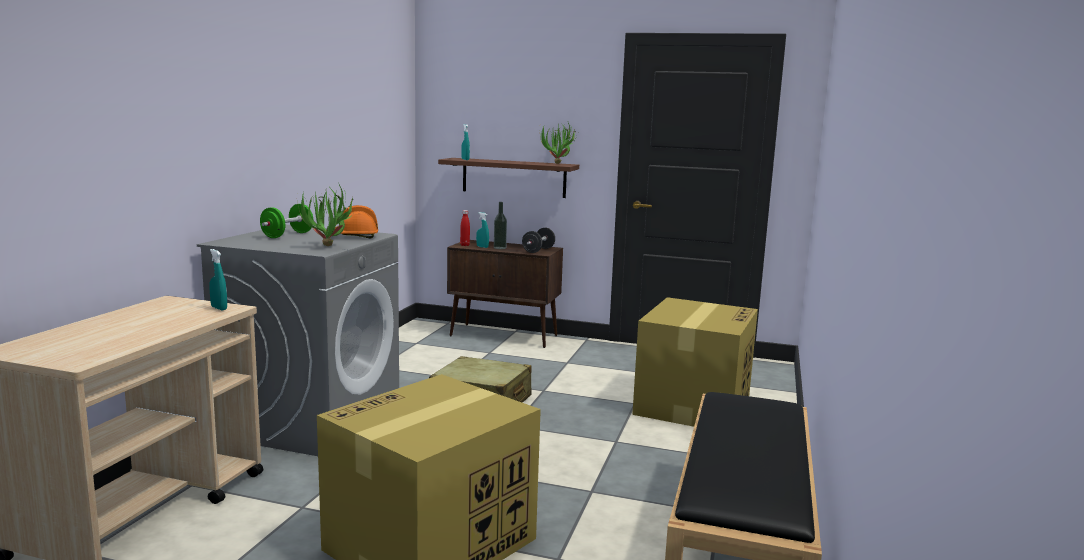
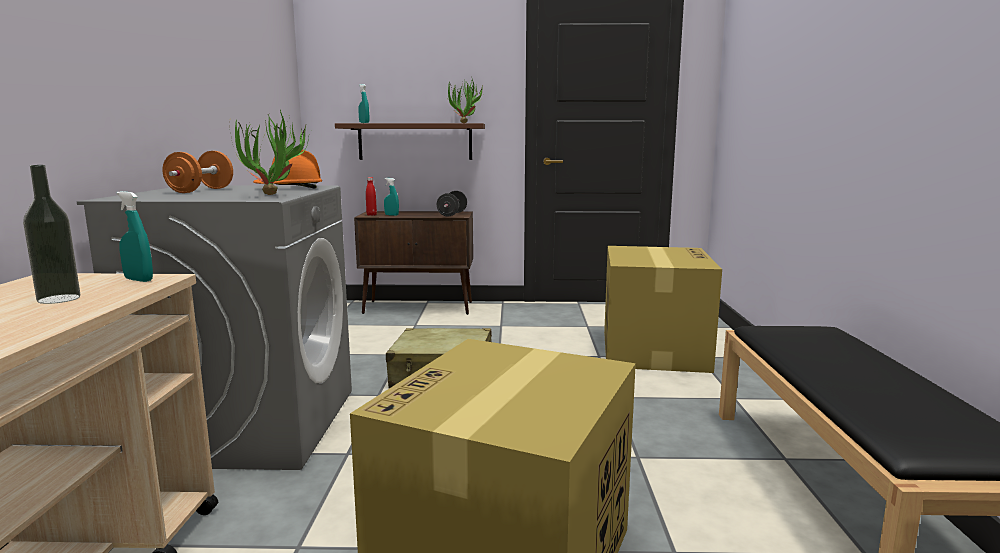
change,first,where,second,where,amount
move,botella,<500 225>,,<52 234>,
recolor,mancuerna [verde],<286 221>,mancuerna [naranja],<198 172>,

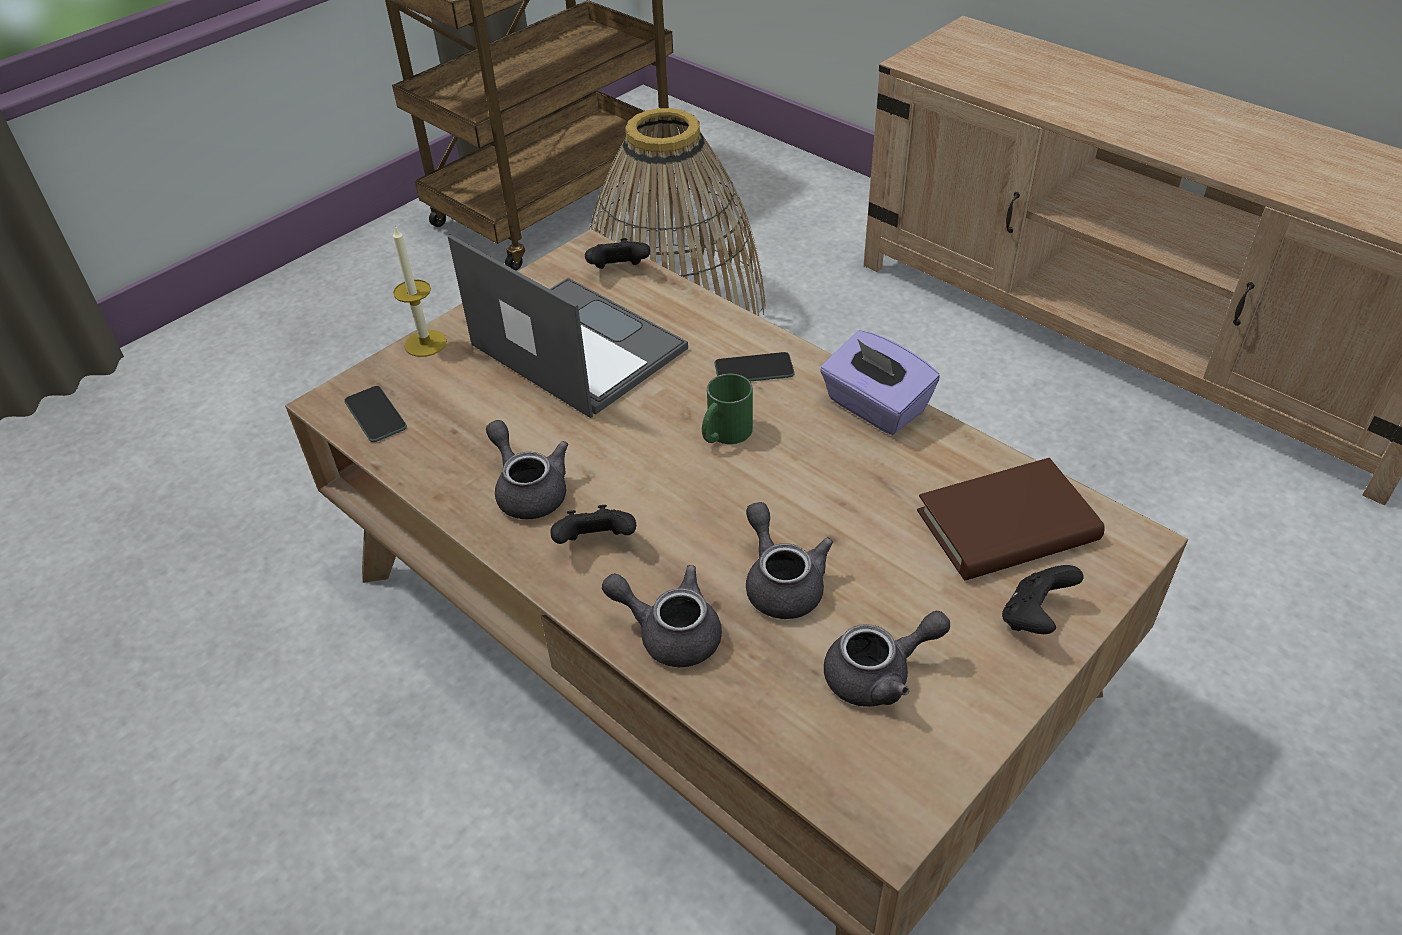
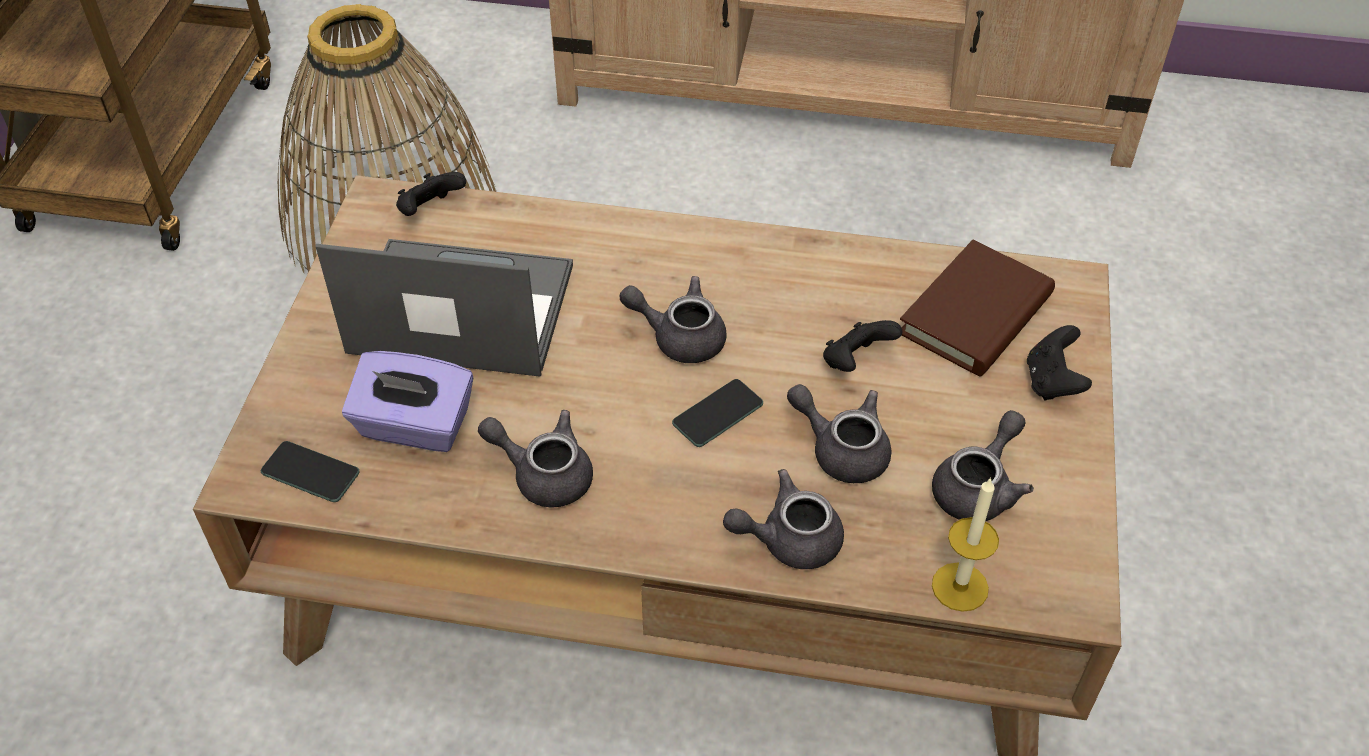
change,first,where,second,where,amount
move,vela,<420 291>,,<965 544>,
move,caja de pañuelos [morado],<880 382>,,<407 401>,
move,móvil,<755 366>,,<717 413>,
replace,taza grande [verde],<727 409>,tetera [gris],<673 319>,
move,mando de consola [negro],<593 524>,,<863 346>,

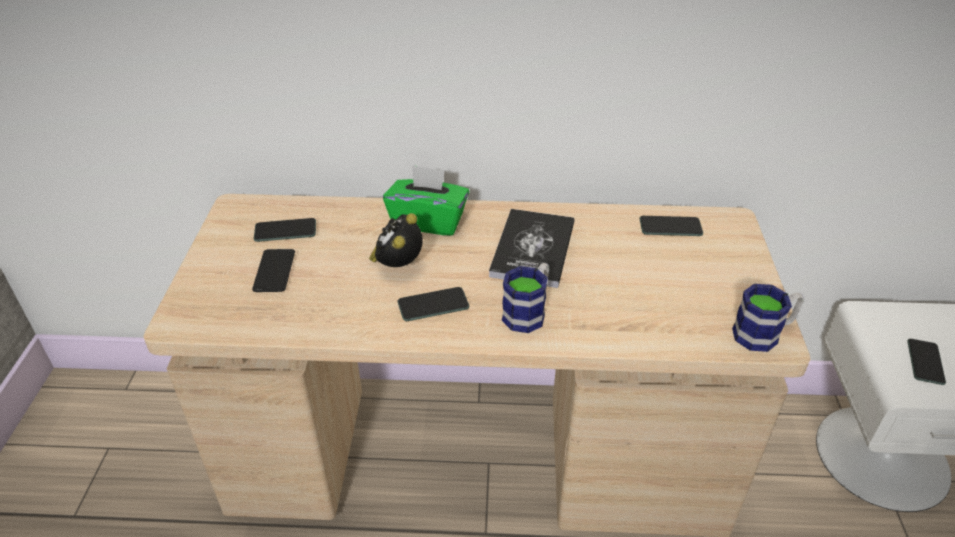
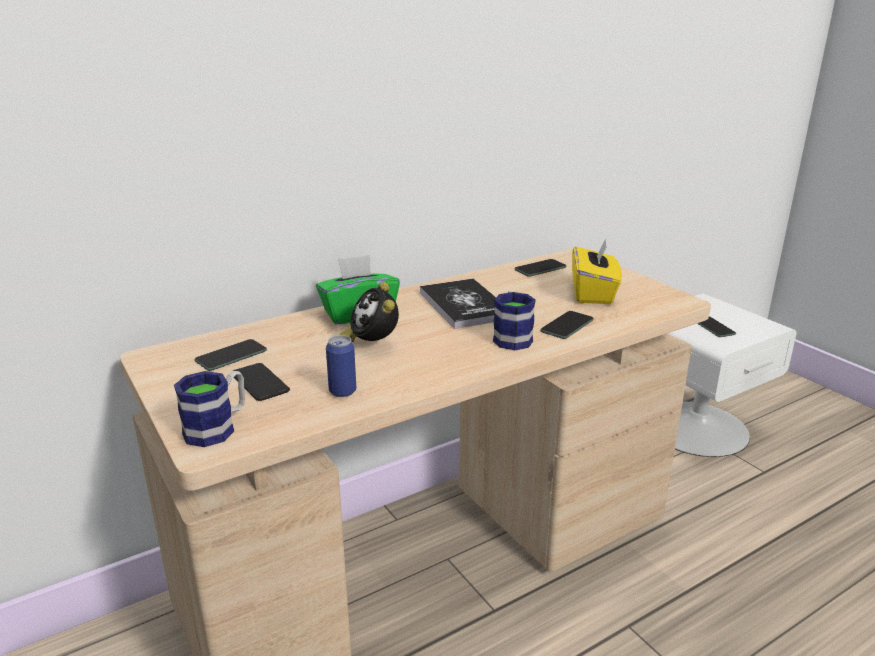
change,first,where,second,where,amount
move,taza grande,<768 318>,,<209 409>,
move,móvil,<433 304>,,<567 325>,
insert,,,caja de pañuelos [amarillo],<597 271>,
insert,,,lata,<341 366>,

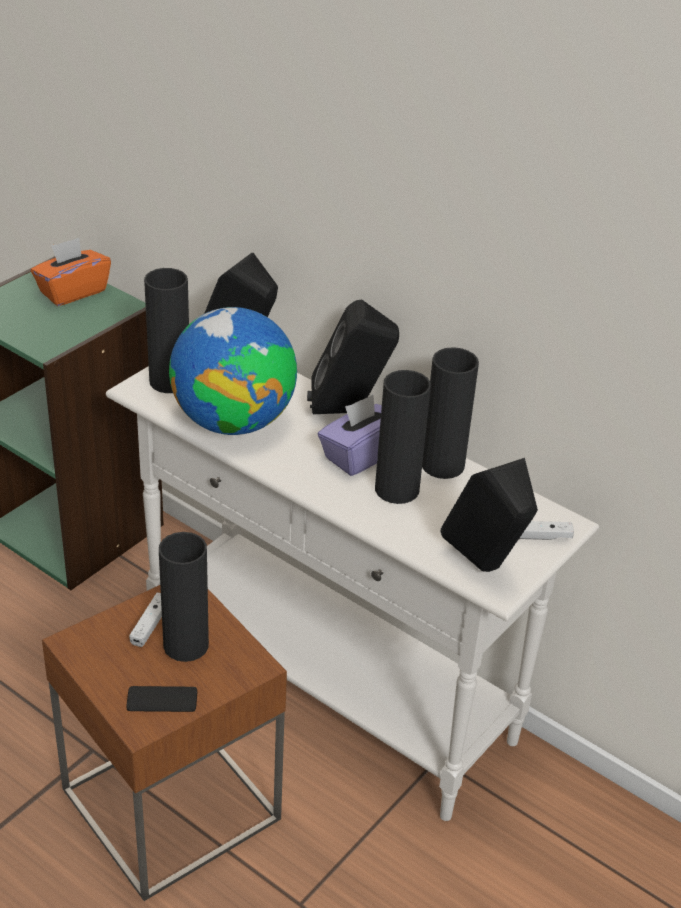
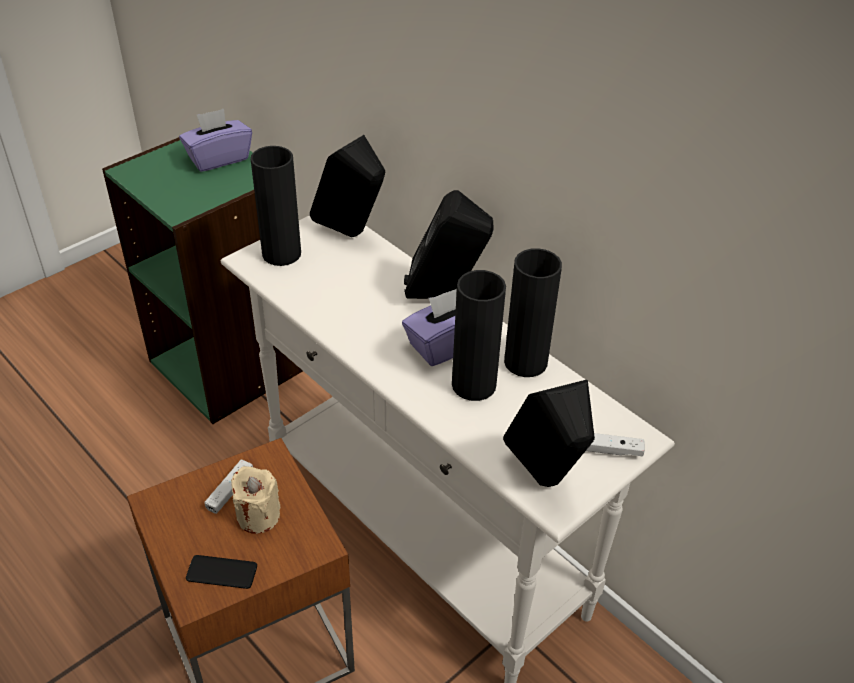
change,first,where,second,where,amount
recolor,caja de pañuelos [naranja],<71 272>,caja de pañuelos [morado],<215 140>,
delete,globo terráqueo,<233 371>,,,
replace,florero [negro],<184 597>,vela [beis],<256 500>,

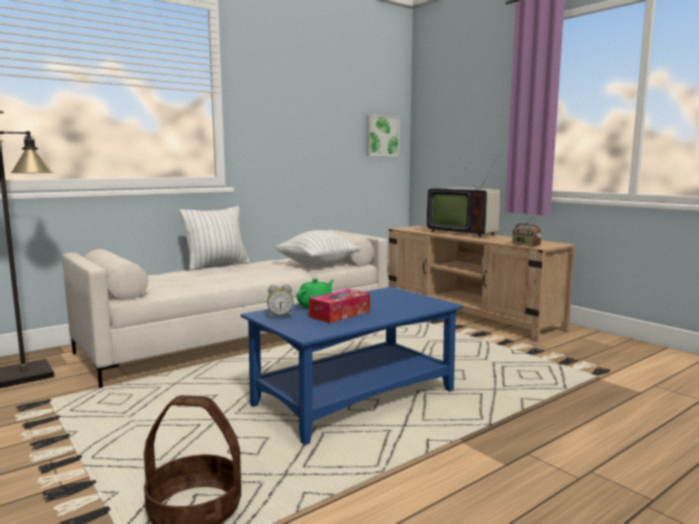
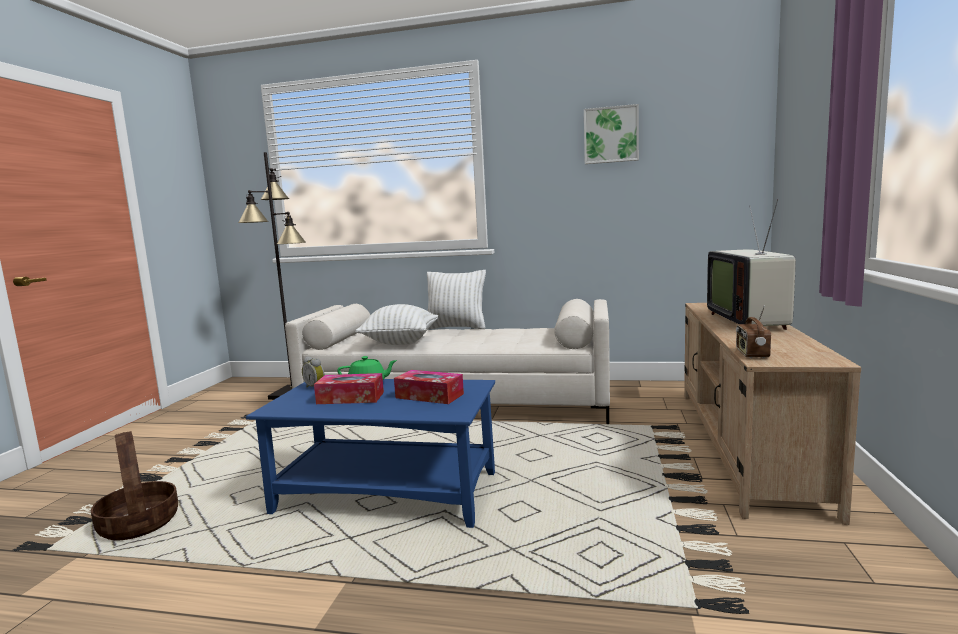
change,first,where,second,where,amount
move,cuadro,<383 135>,,<611 134>,
move,cojín [blanco],<317 248>,,<396 324>,
insert,,,caja de pañuelos,<429 387>,

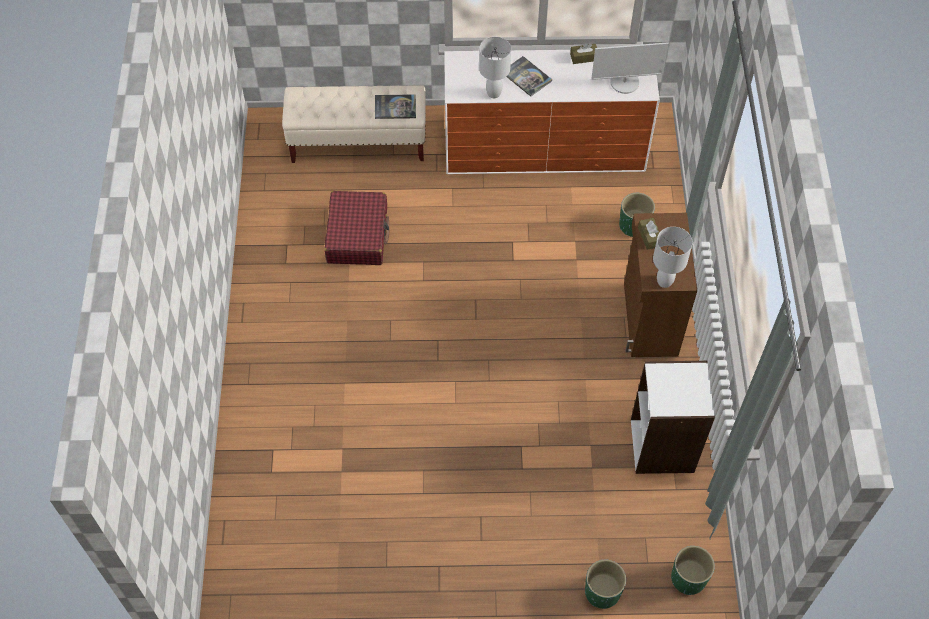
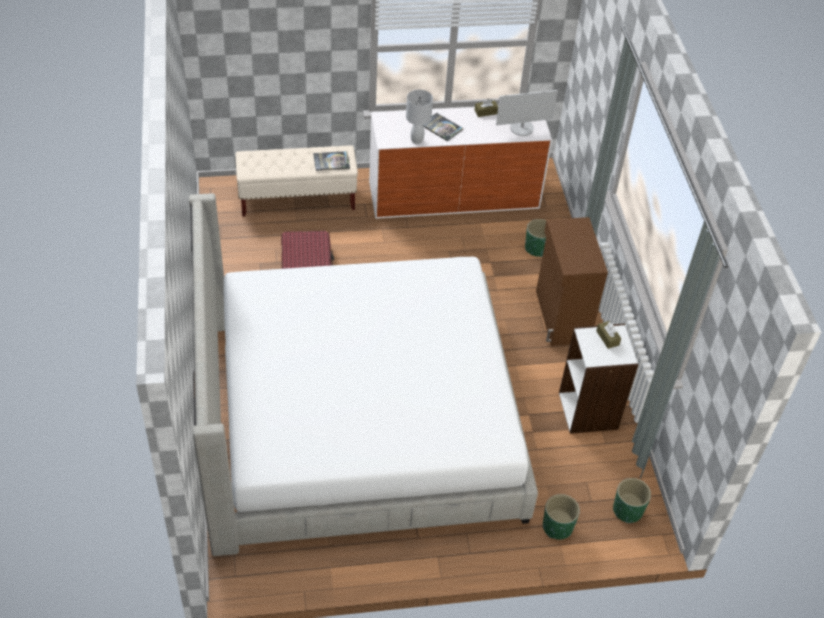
change,first,where,second,where,amount
move,caja de pañuelos [marrón],<649 234>,,<608 335>,
delete,lámpara de mesa [blanco],<673 257>,,,
insert,,,cama,<363 374>,

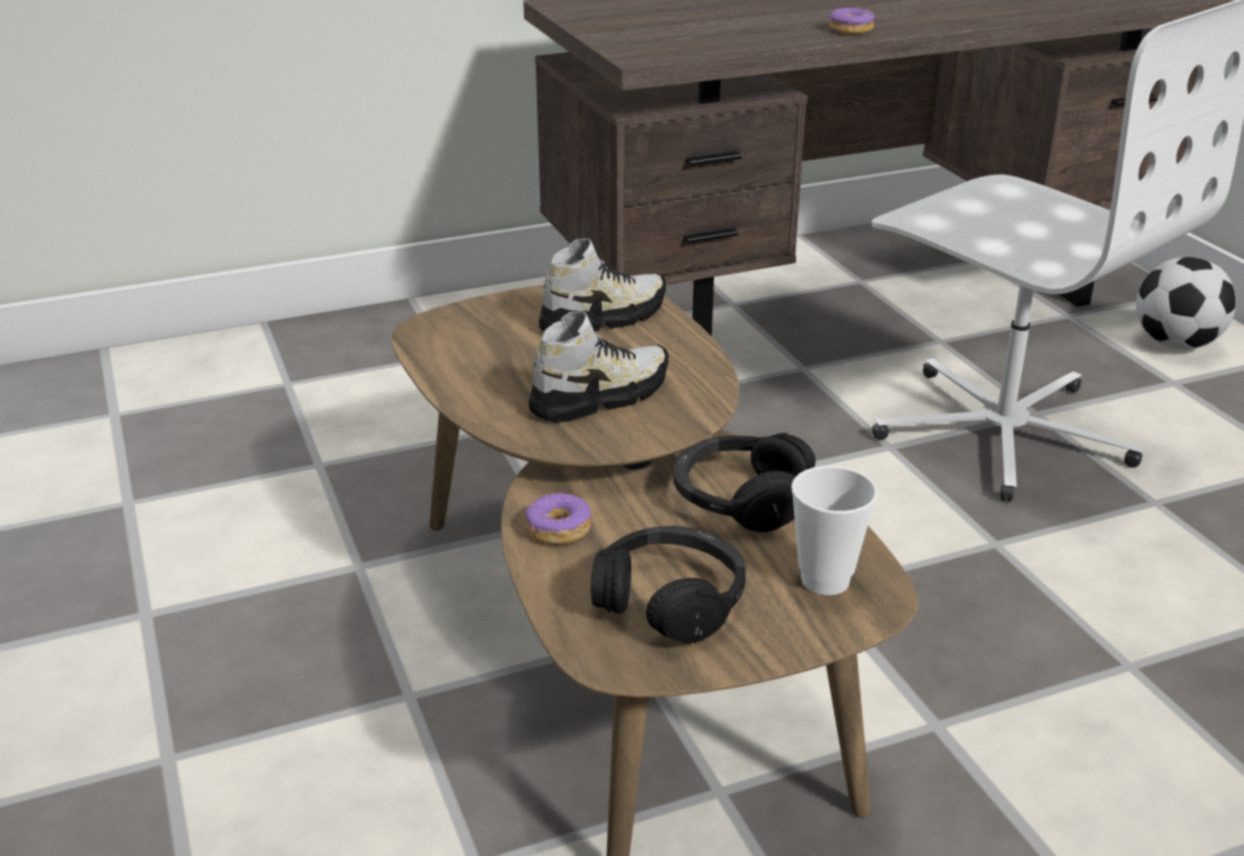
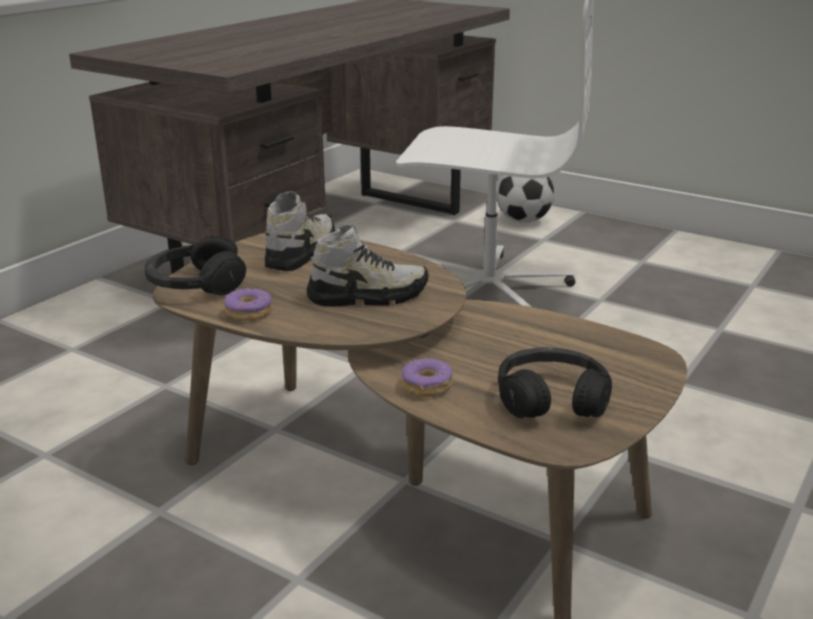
change,first,where,second,where,amount
move,rosquilla,<852 21>,,<248 304>,
rotate,zapato,<599 367>,,<368 265>,60 degrees clockwise
move,auriculares [negro],<744 482>,,<195 265>,
delete,taza,<834 530>,,,

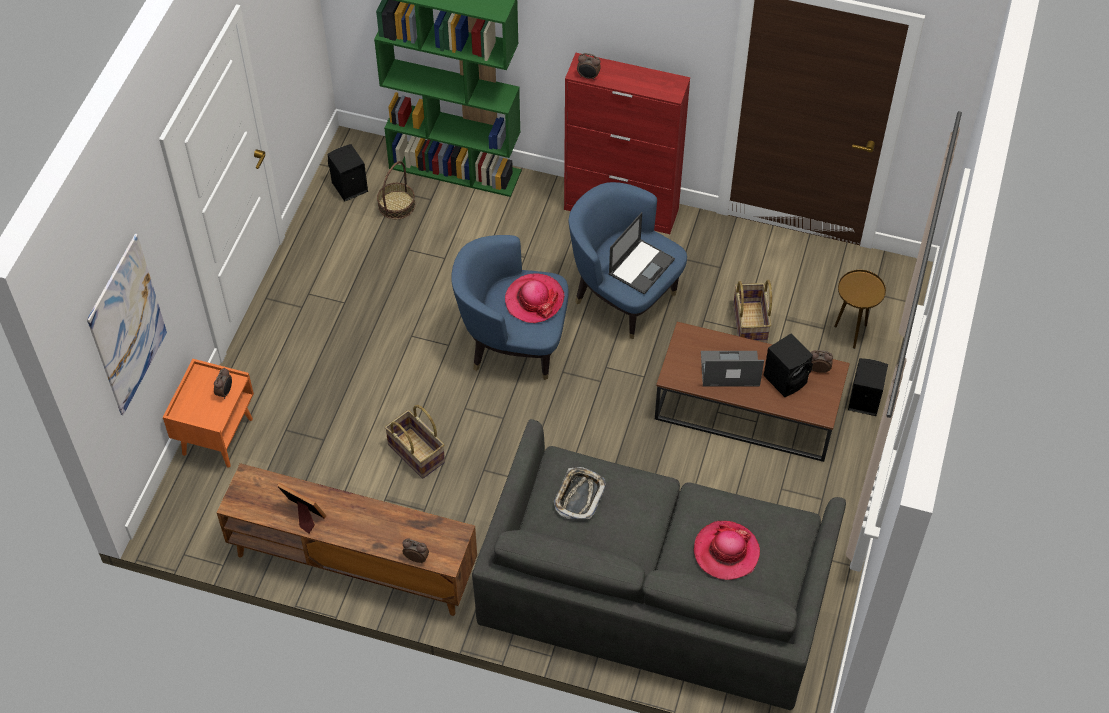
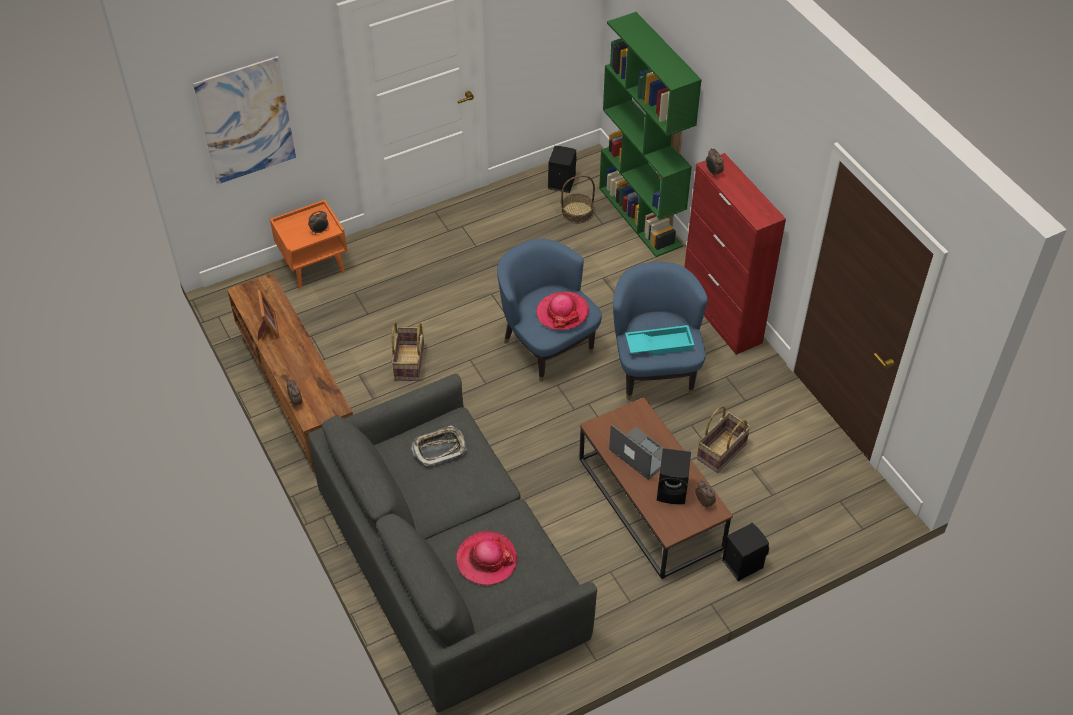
change,first,where,second,where,amount
replace,portátil,<642 253>,bandeja [turquesa],<659 340>,
delete,mesa auxiliar [marrón],<860 309>,,,

